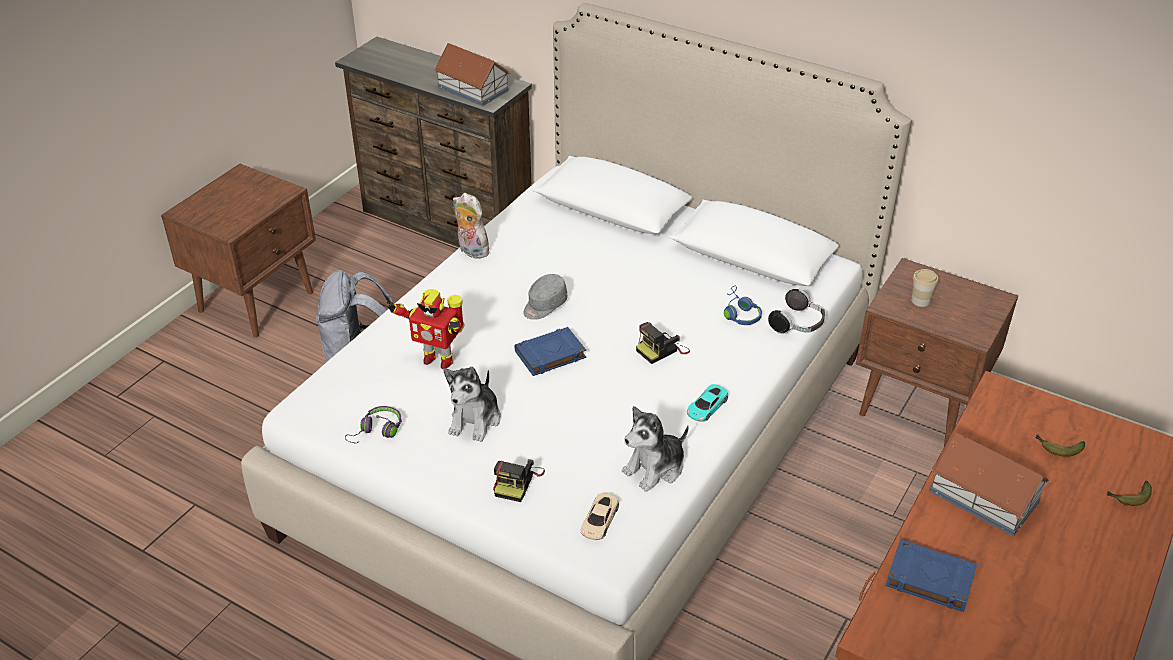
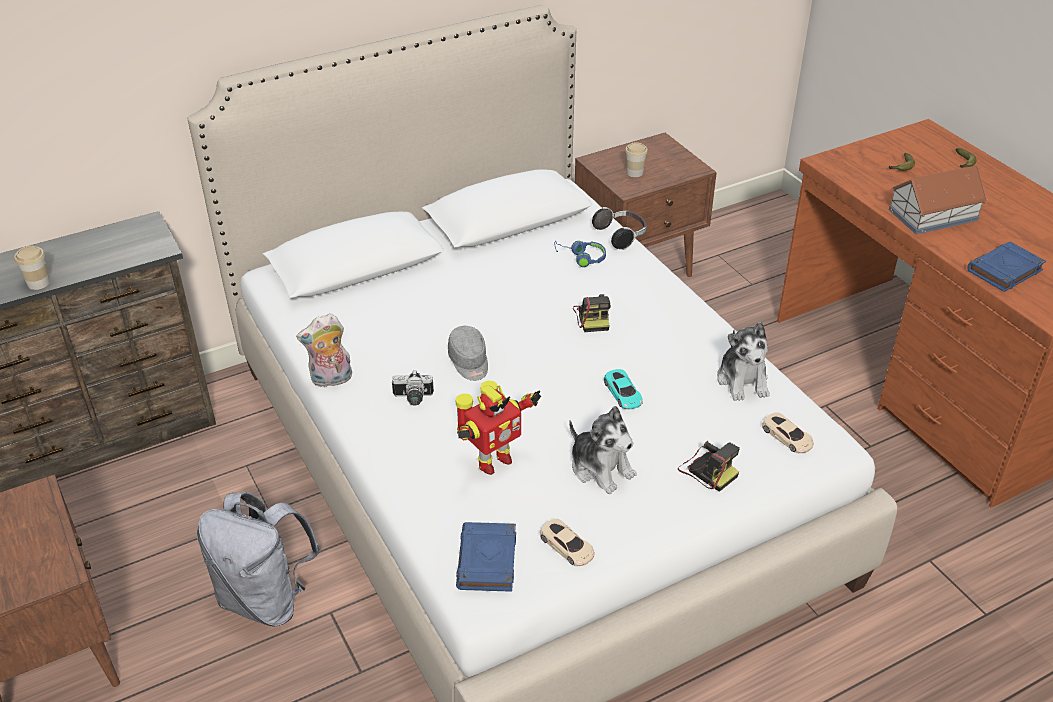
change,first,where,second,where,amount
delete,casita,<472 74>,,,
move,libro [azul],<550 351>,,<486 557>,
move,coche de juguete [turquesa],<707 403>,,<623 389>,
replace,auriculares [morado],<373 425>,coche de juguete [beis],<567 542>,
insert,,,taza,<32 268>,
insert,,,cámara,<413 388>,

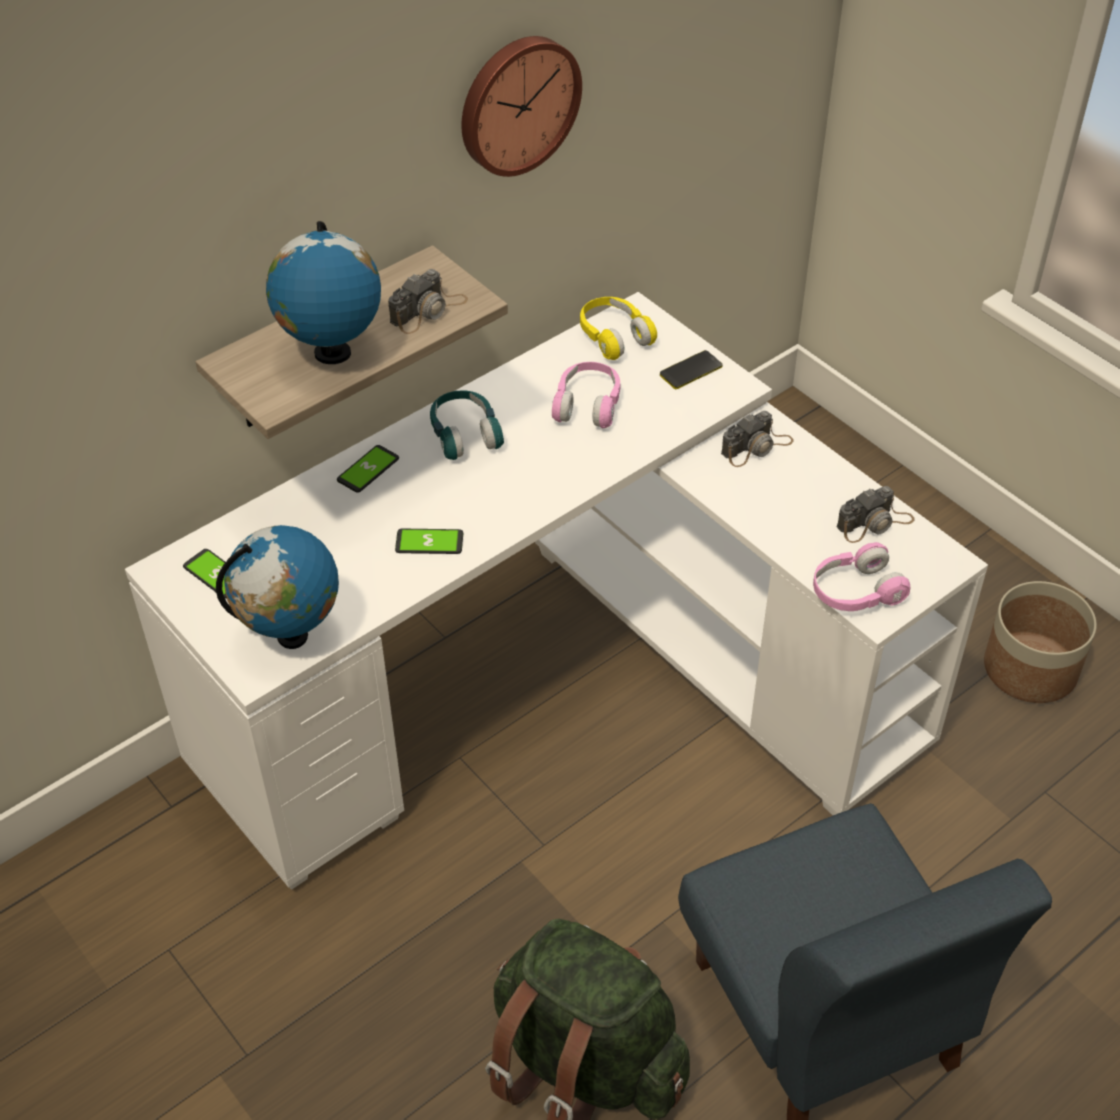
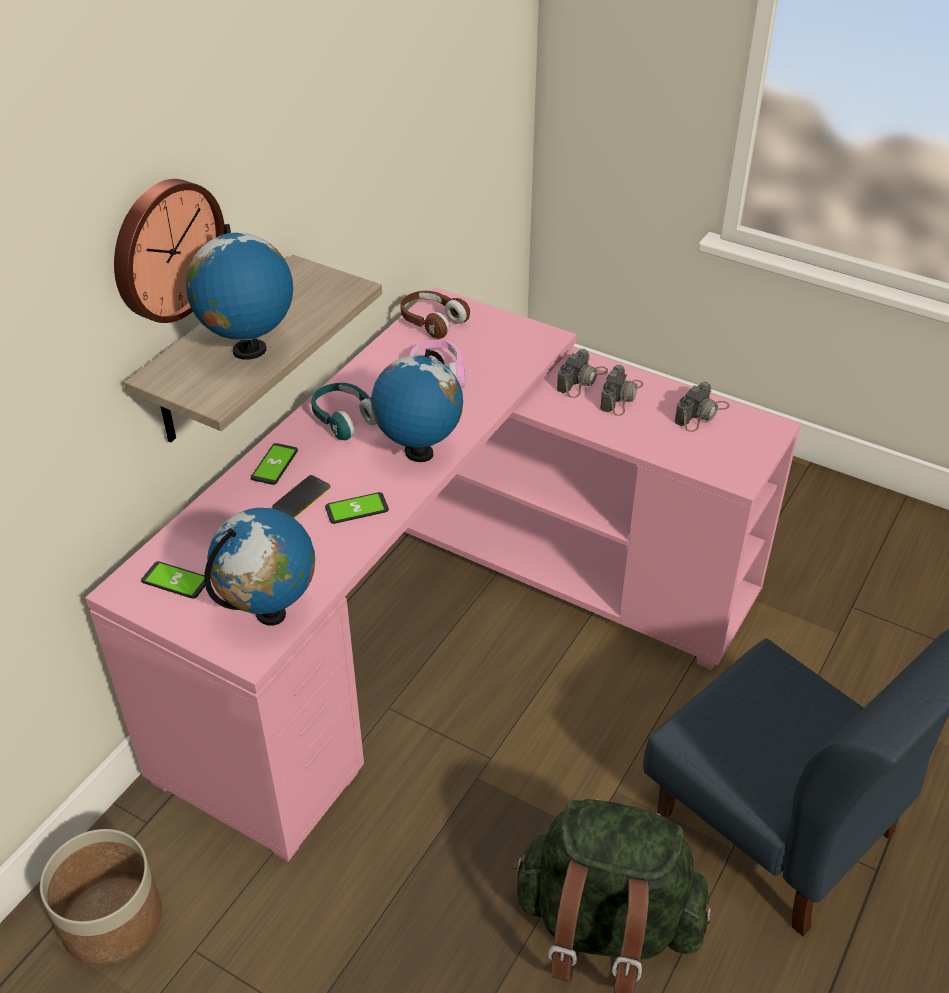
change,first,where,second,where,amount
move,reloj de pared,<521 106>,,<169 251>,
move,cámara,<428 301>,,<621 390>,
recolor,escritorio [blanco],<556 591>,escritorio [rosa],<443 574>,
recolor,auriculares [amarillo],<618 328>,auriculares [marrón],<435 315>,
move,móvil,<691 369>,,<301 496>,
delete,auriculares [rosa],<861 576>,,,
move,maceta,<1040 642>,,<101 897>,
insert,,,globo terráqueo,<417 405>,

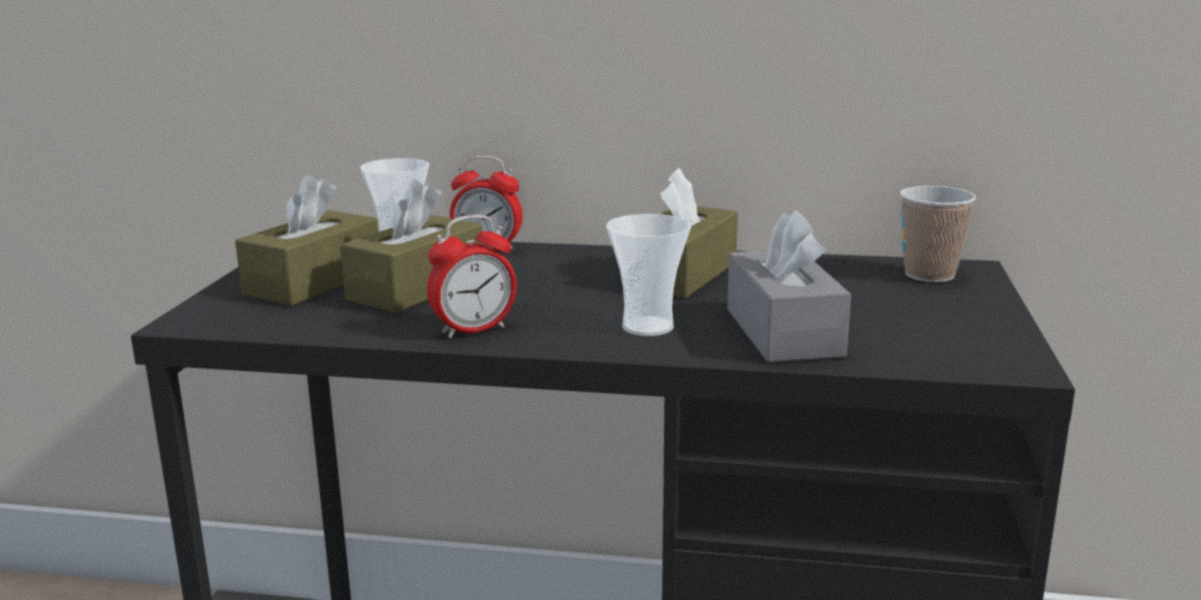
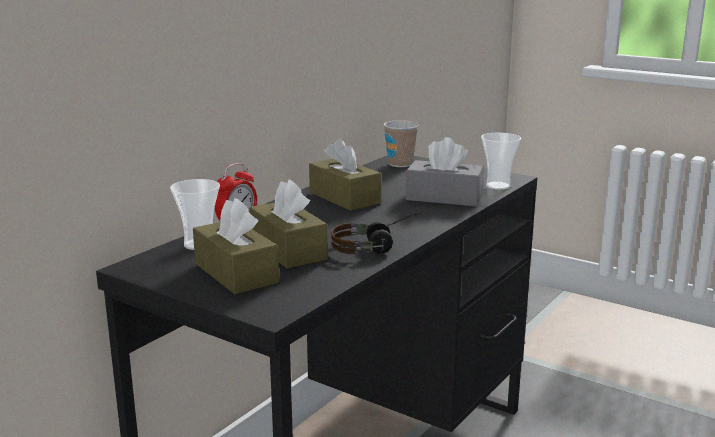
change,first,where,second,where,amount
move,taza,<648 275>,,<501 161>,
replace,despertador,<472 276>,auriculares,<376 234>,

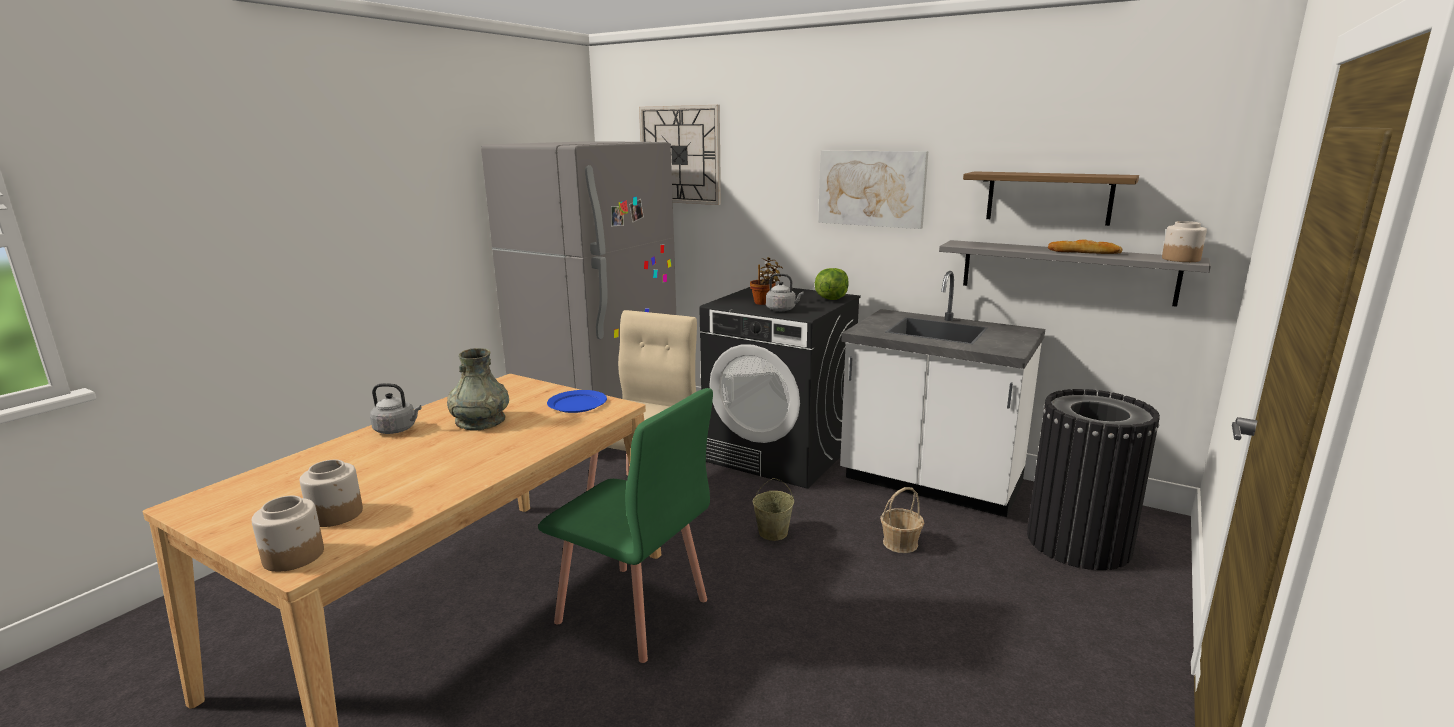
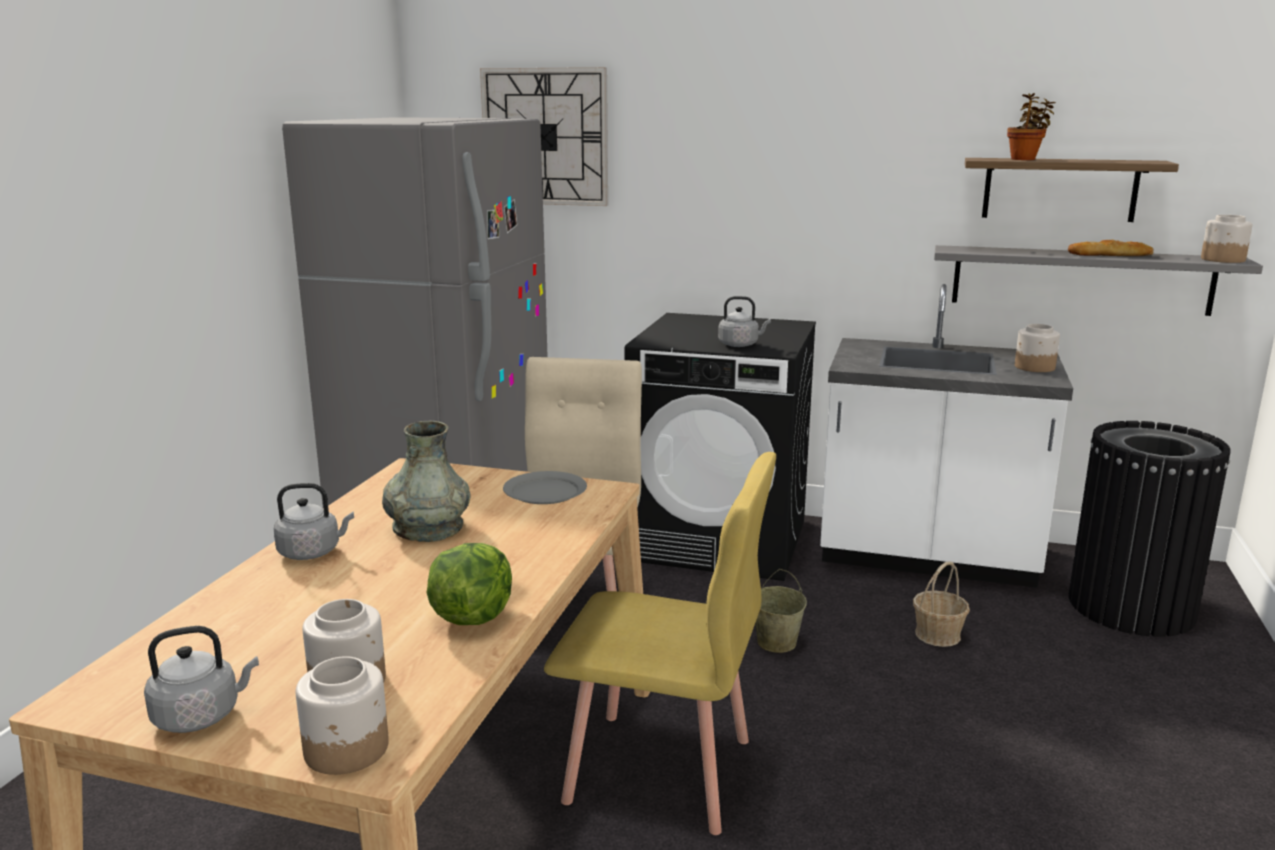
change,first,where,second,where,amount
delete,cuadro,<873 189>,,,
move,planta en maceta,<766 281>,,<1031 126>,
move,lechuga,<832 284>,,<469 584>,
recolor,silla [verde],<625 525>,silla [amarillo],<660 643>,
recolor,plato [azul],<577 401>,plato [gris],<545 487>,
insert,,,tarro,<1037 348>,
insert,,,hervidor [gris],<201 679>,

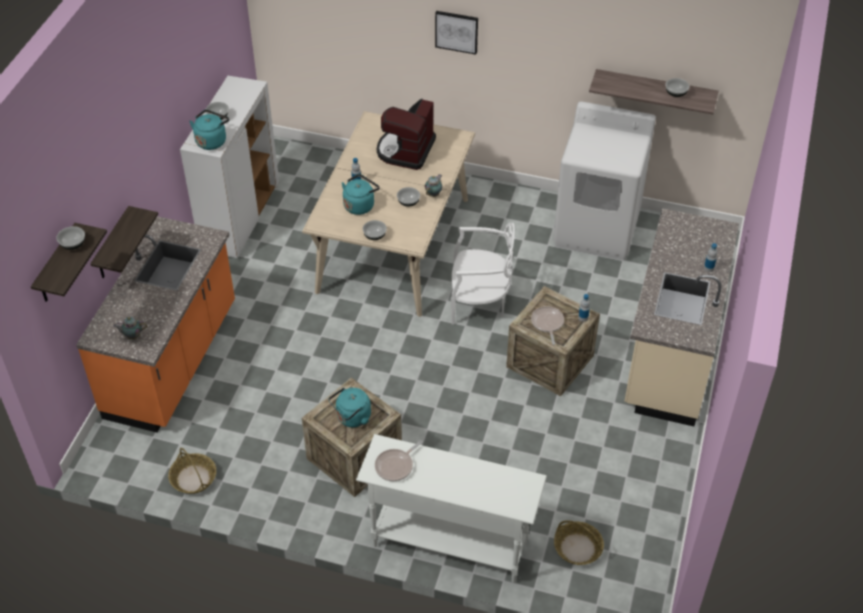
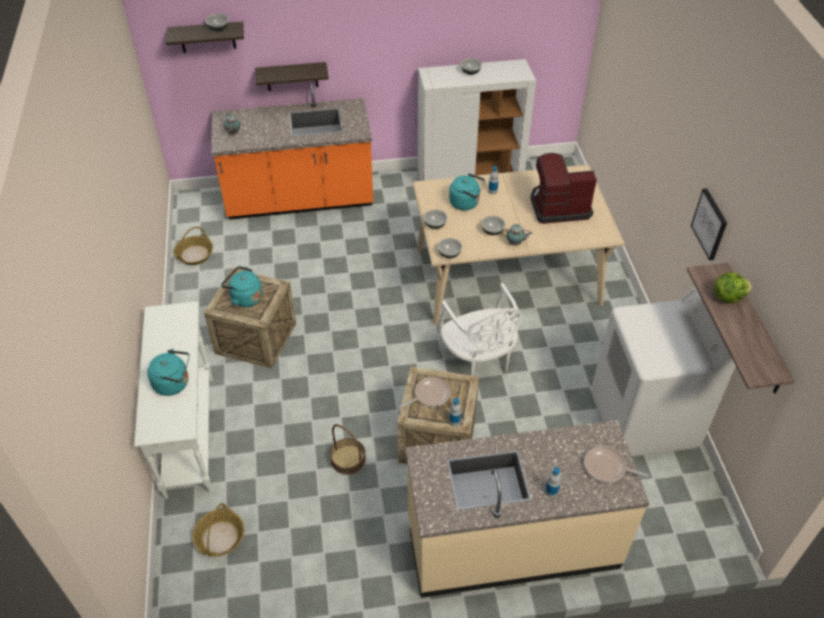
change,first,where,second,where,amount
move,cuadro,<456 33>,,<709 224>,
move,cuenco,<677 87>,,<450 248>,
move,hervidor [turquesa],<209 130>,,<168 372>,
move,sartén,<399 460>,,<616 464>,
insert,,,lechuga,<733 287>,
insert,,,cesta,<348 449>,

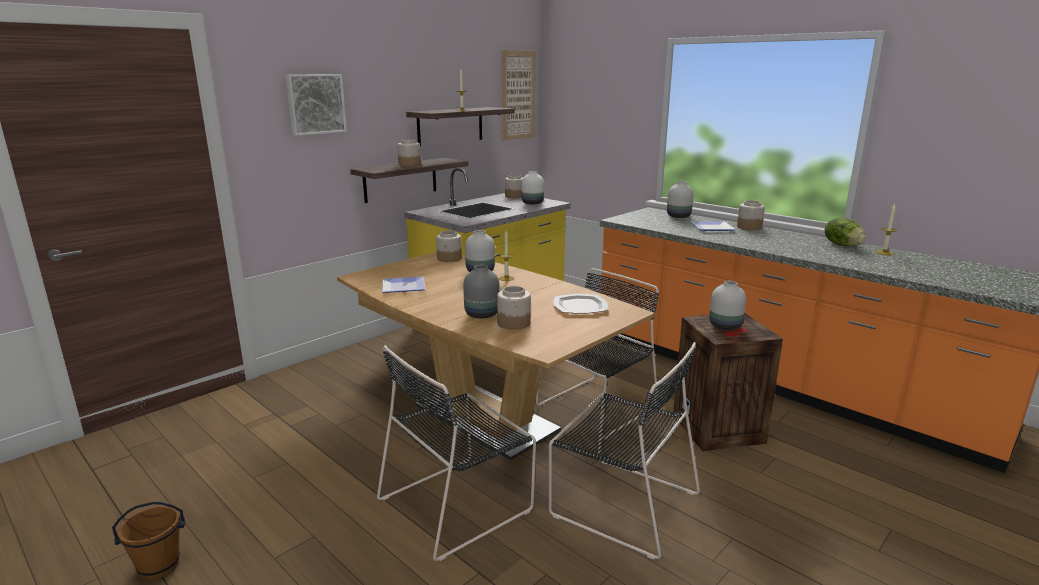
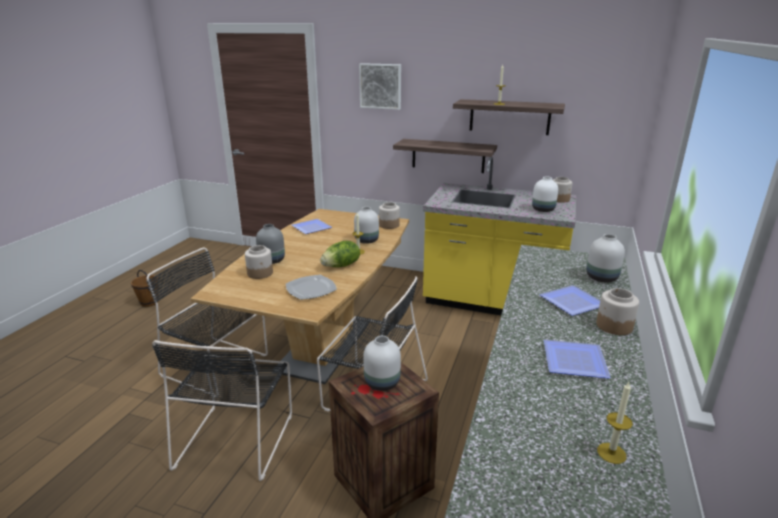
change,first,where,second,where,amount
delete,cuadro,<518 95>,,,
delete,tarro,<409 153>,,,
move,lechuga,<845 232>,,<340 254>,
insert,,,plato,<577 359>,

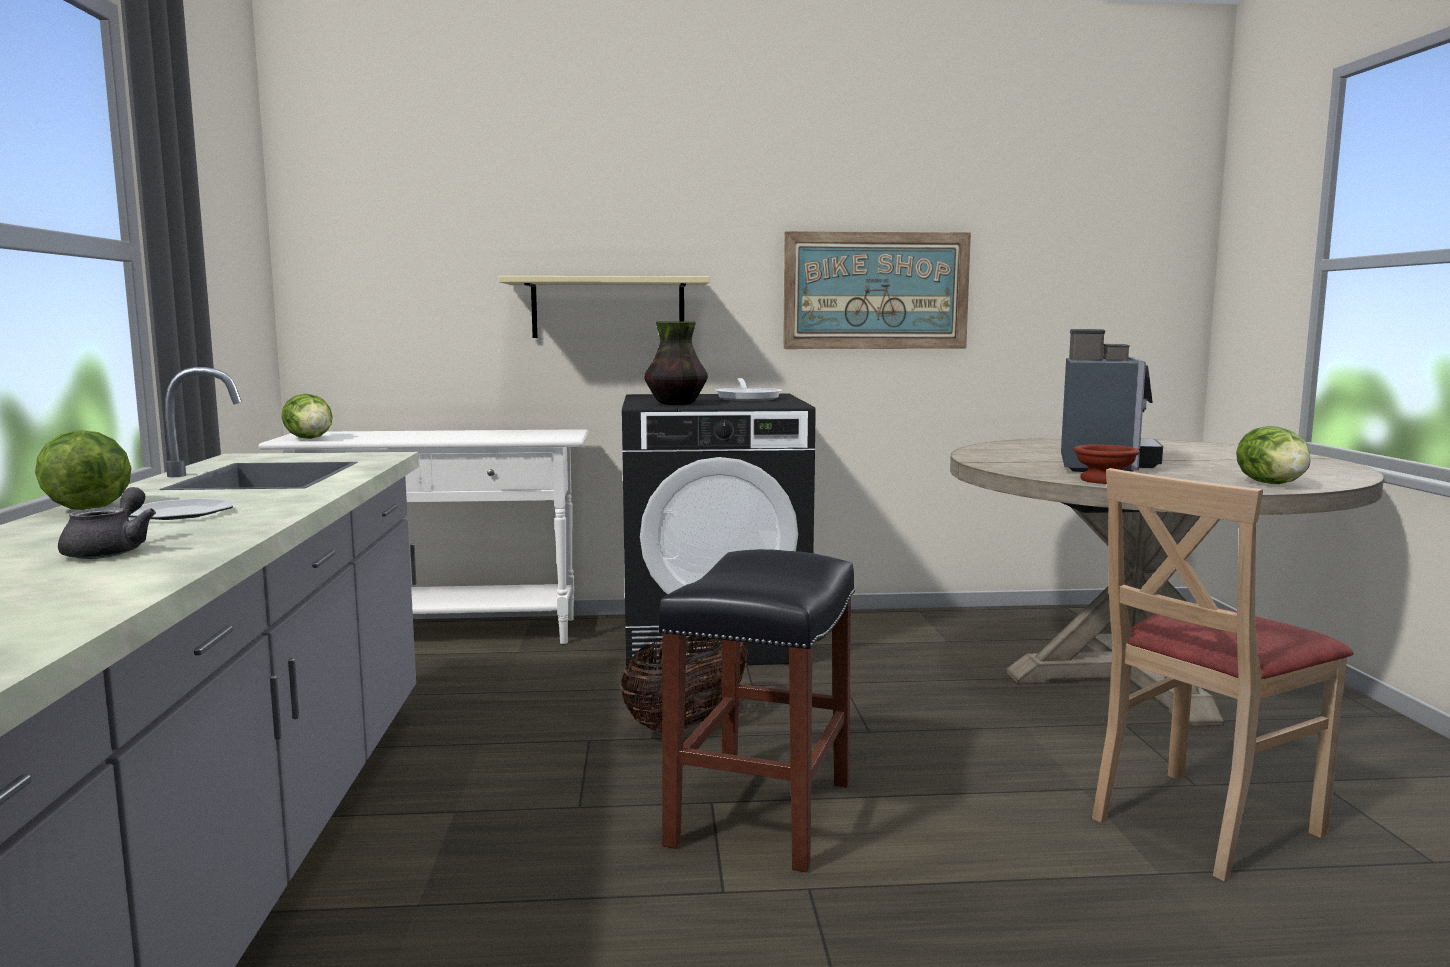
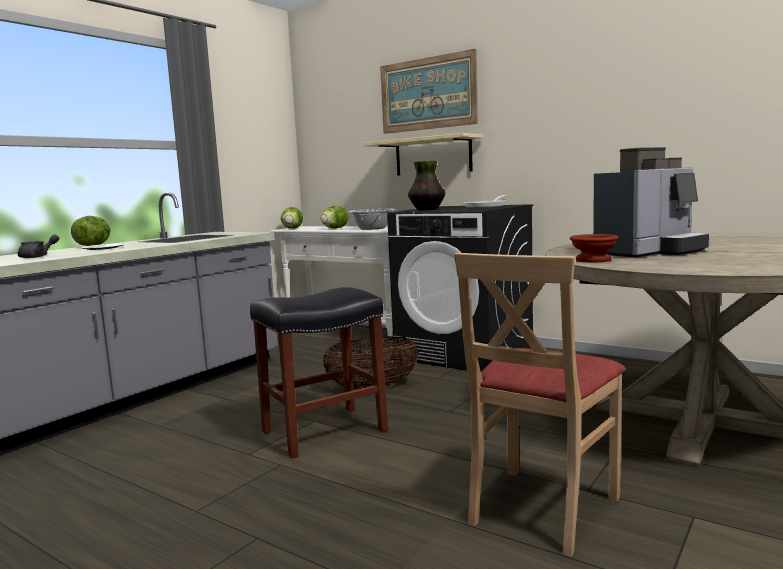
change,first,where,second,where,amount
move,cuadro,<877 290>,,<429 91>,
move,lechuga,<1273 455>,,<335 217>,
rotate,silla [beis],<1222 674>,,<540 405>,60 degrees counterclockwise
insert,,,olla,<372 219>,

